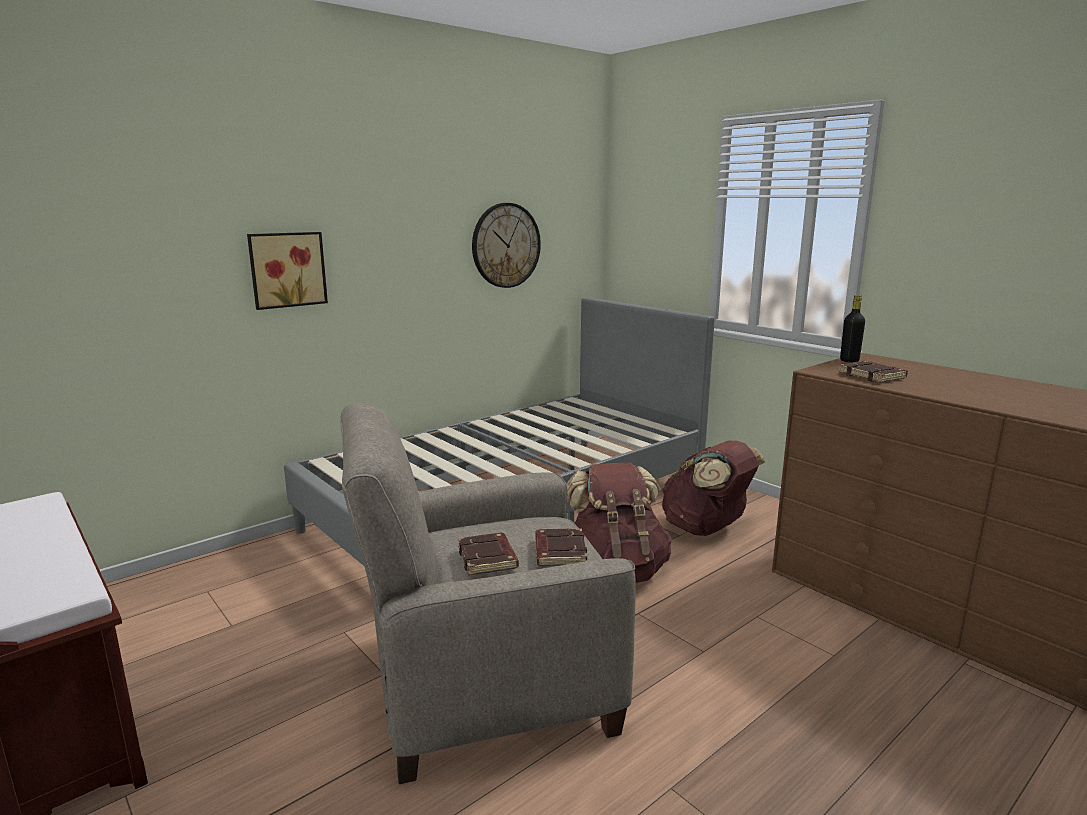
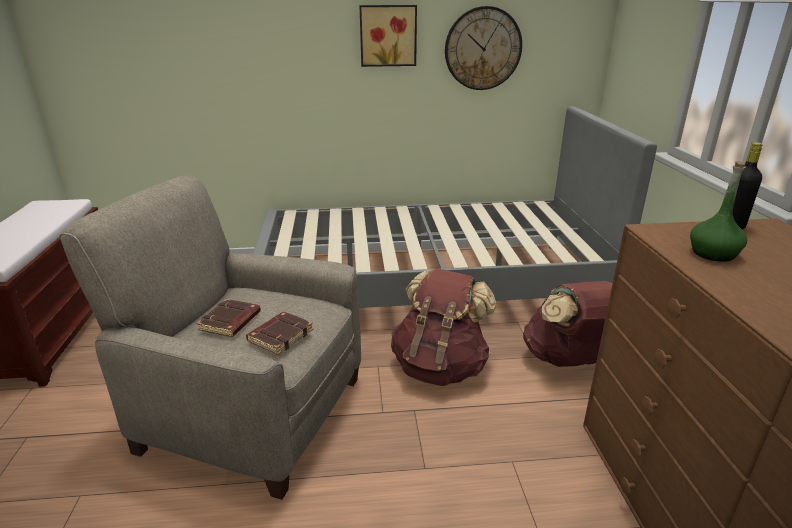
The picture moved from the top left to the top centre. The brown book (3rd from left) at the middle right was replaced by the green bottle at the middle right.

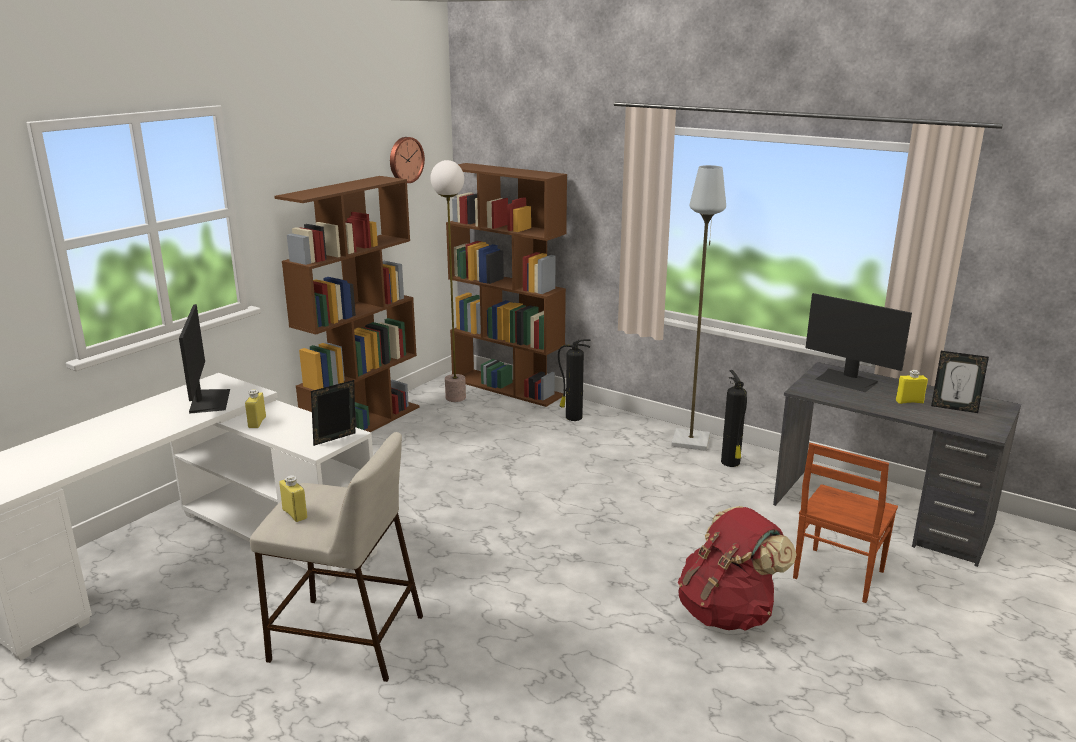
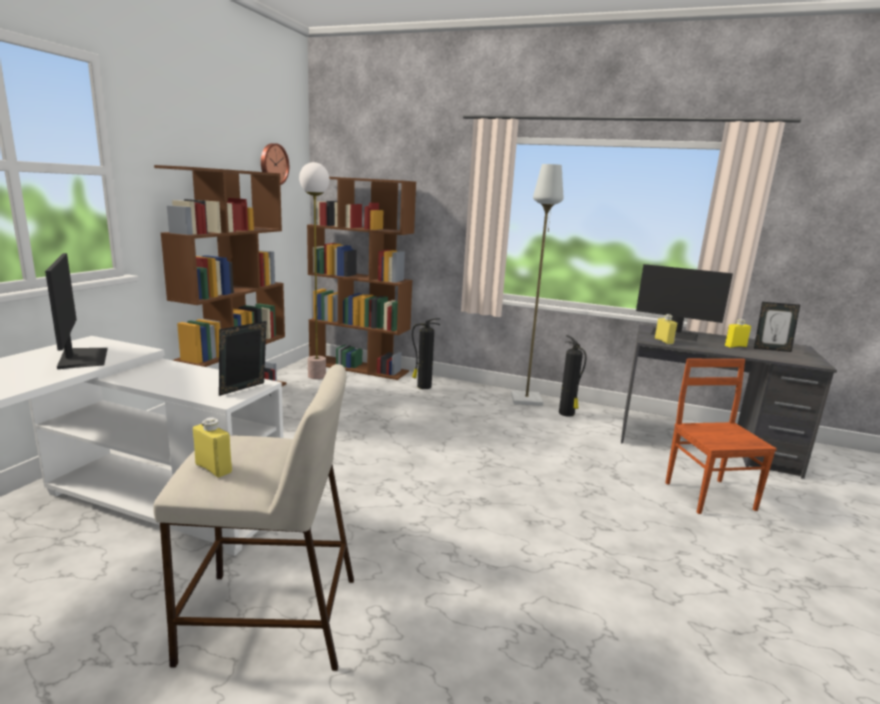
The yellow bottle (1st from left in the first image) moved from the middle left to the middle right. The red backpack at the bottom right disappeared. The brown chair at the bottom right turned 150 degrees clockwise.

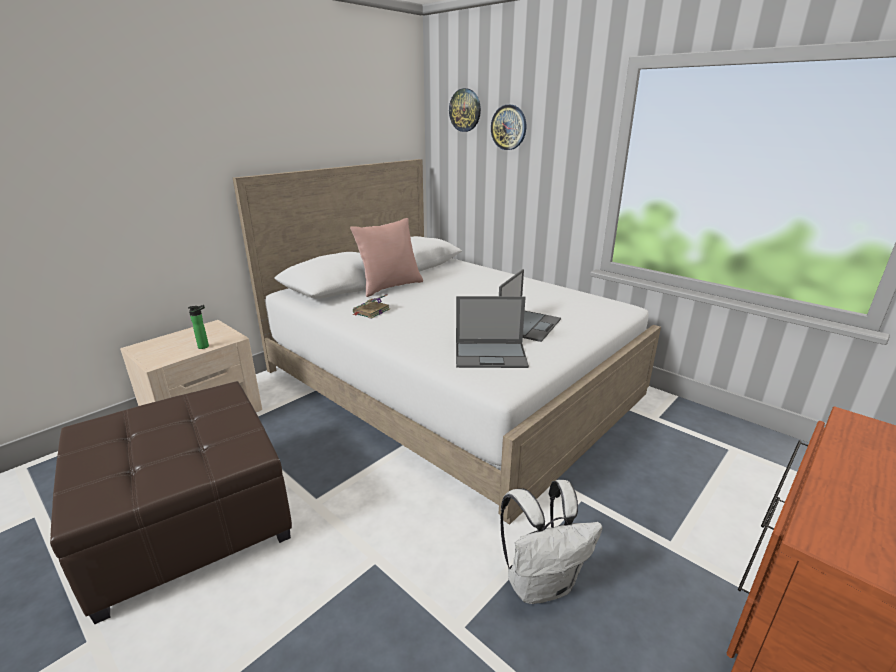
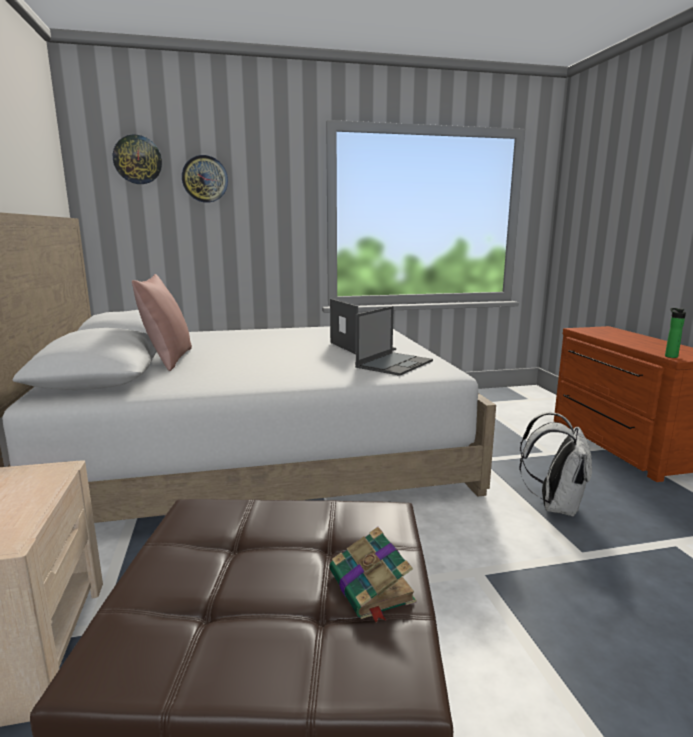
The bottle moved from the middle left to the middle right. The book moved from the centre to the bottom centre.

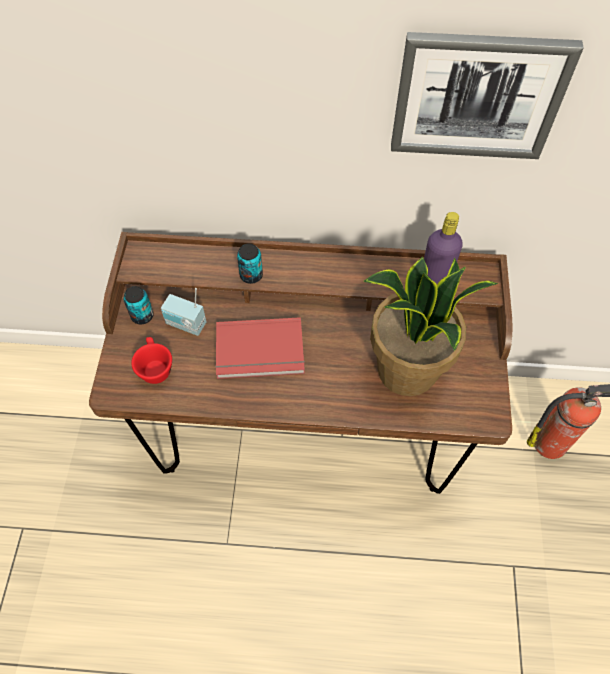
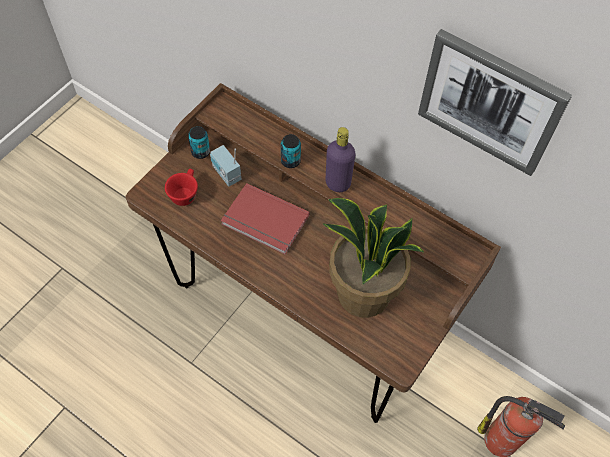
The purple bottle moved from the middle right to the centre.

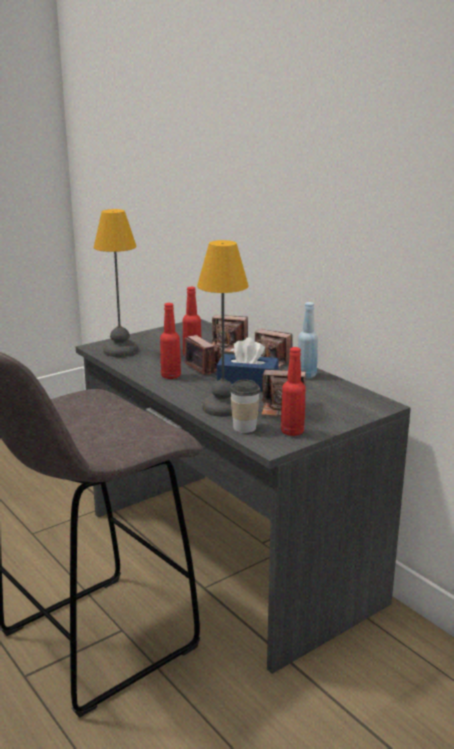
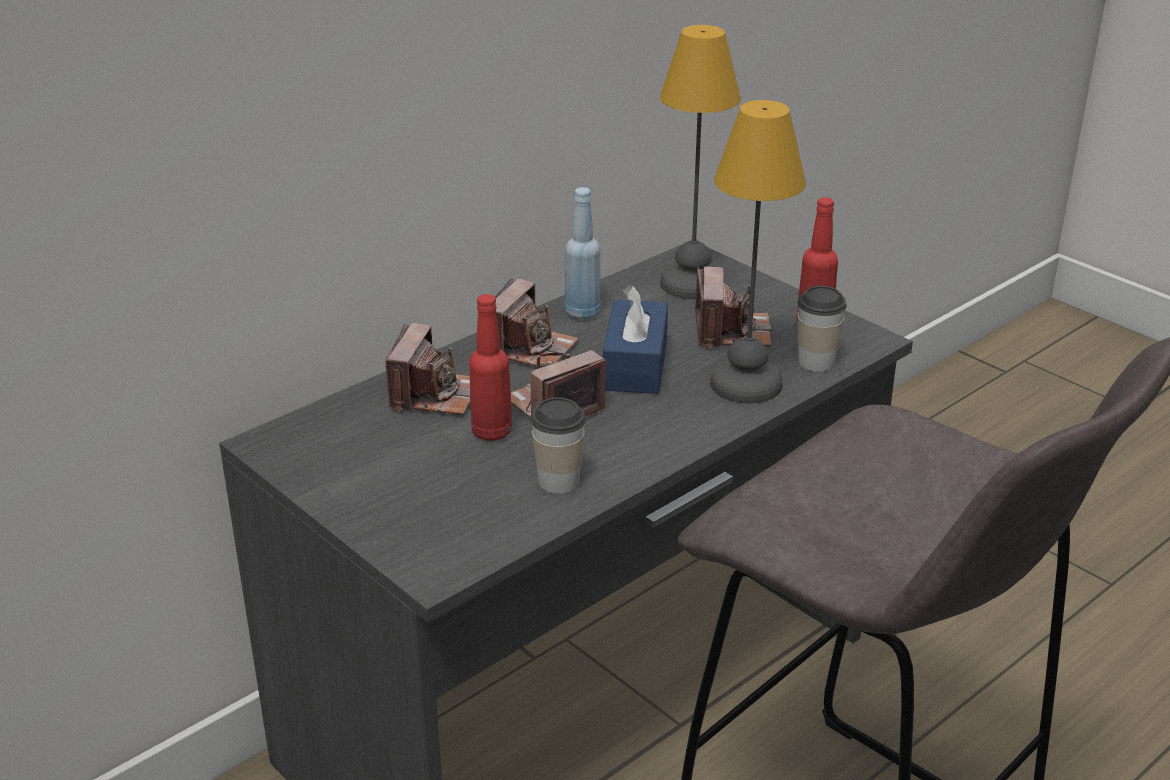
The table lamp (1st from left) moved from the middle left to the top centre. The red bottle (1st from left) at the centre disappeared. The cup (1st from left) at the centre appeared.

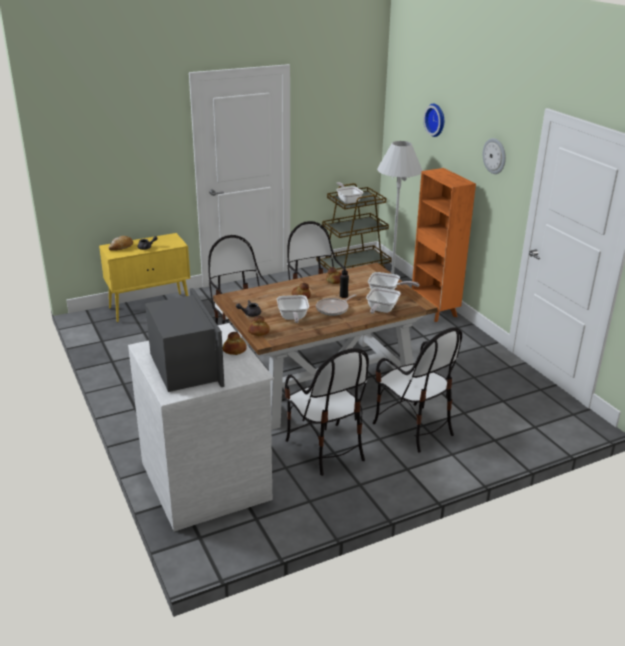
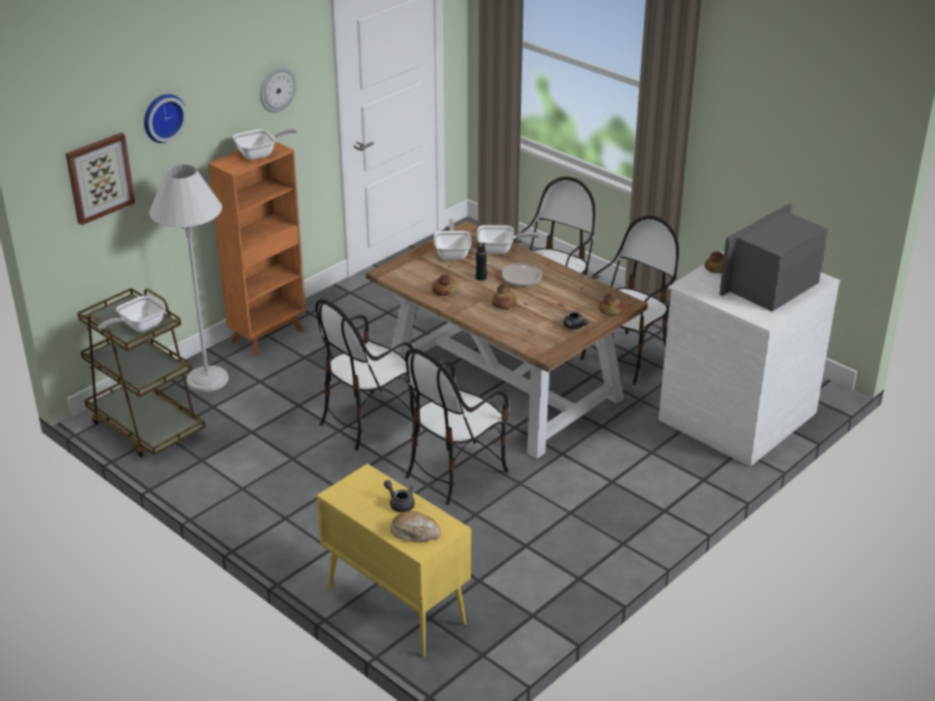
The frying pan (1st from left in the first image) moved from the centre to the top left. The picture at the top left appeared.

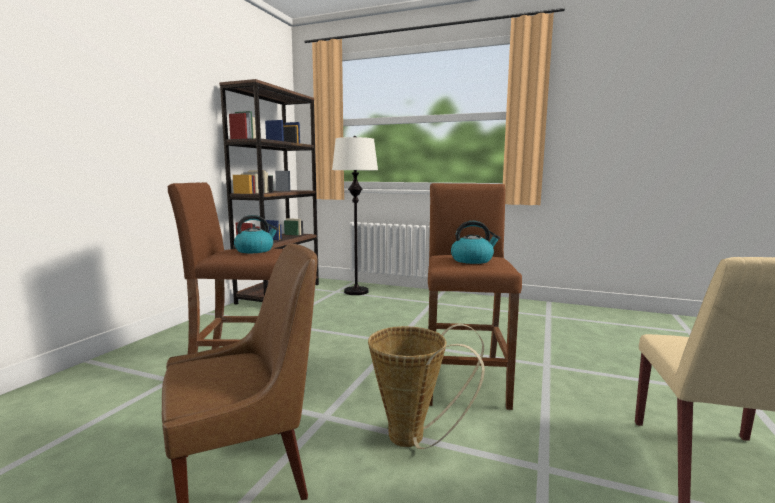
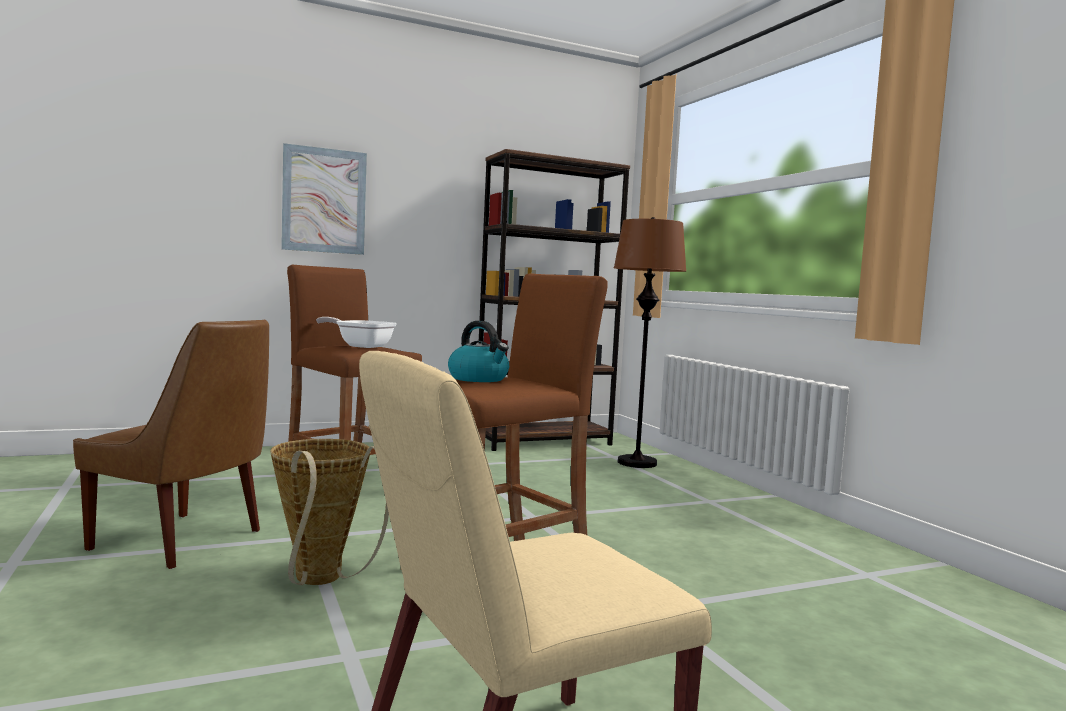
The kettle (1st from left) at the middle left was replaced by the frying pan at the centre. The white floor lamp at the centre became the brown floor lamp at the centre. The picture at the top left appeared.

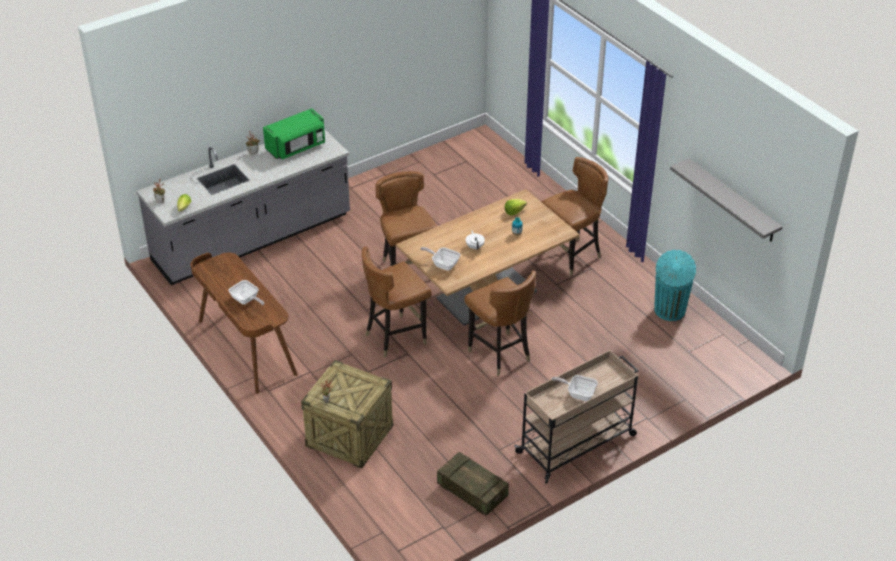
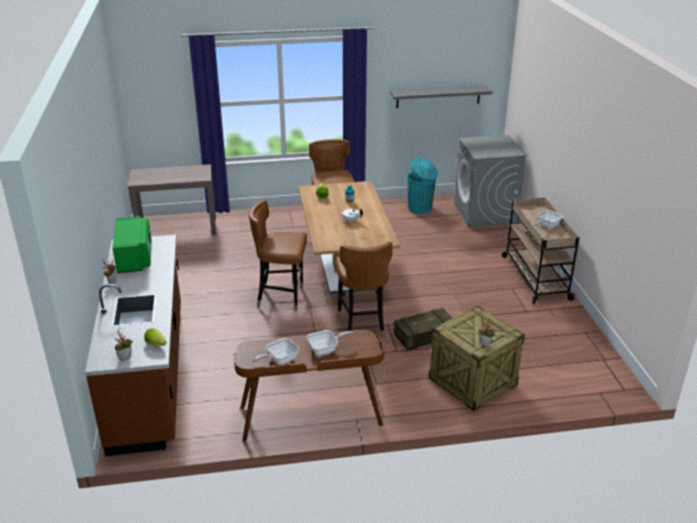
The grey counter at the middle left became the brown counter at the middle left. The frying pan (2nd from left in the first image) moved from the centre to the bottom centre. The crate (2nd from left in the first image) moved from the bottom centre to the centre. The brown chair (3rd from left) at the centre disappeared. The brown console table at the middle left appeared. The grey washing machine at the middle right appeared.

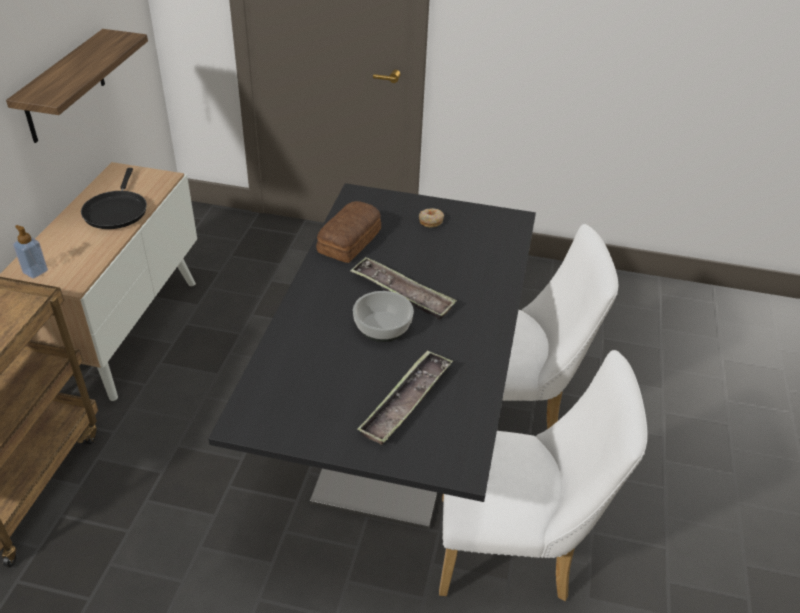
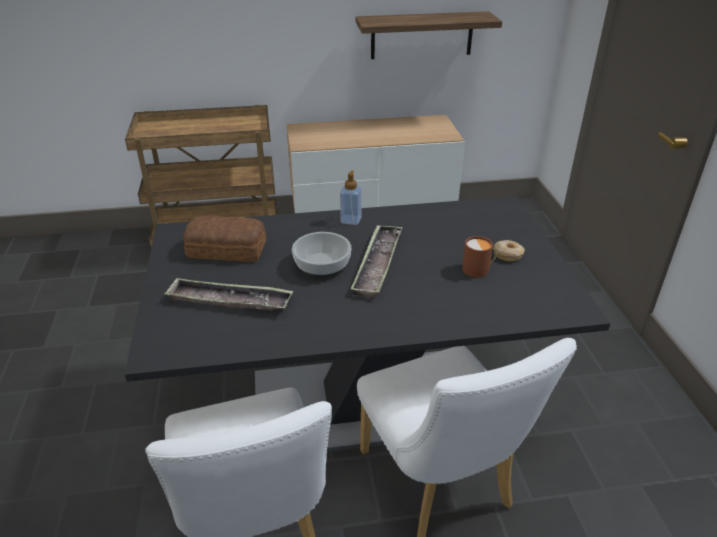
The soap dispenser moved from the middle left to the centre. The black frying pan at the top left disappeared. The bread moved from the centre to the middle left. The brown mug at the middle right appeared.

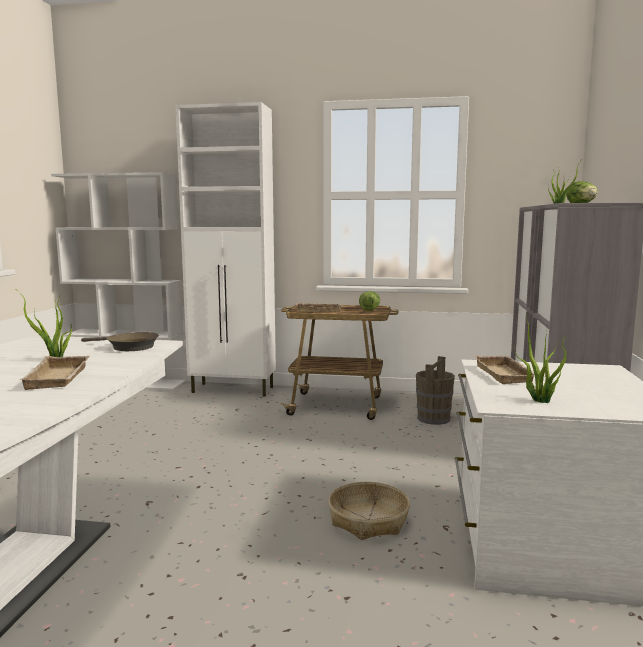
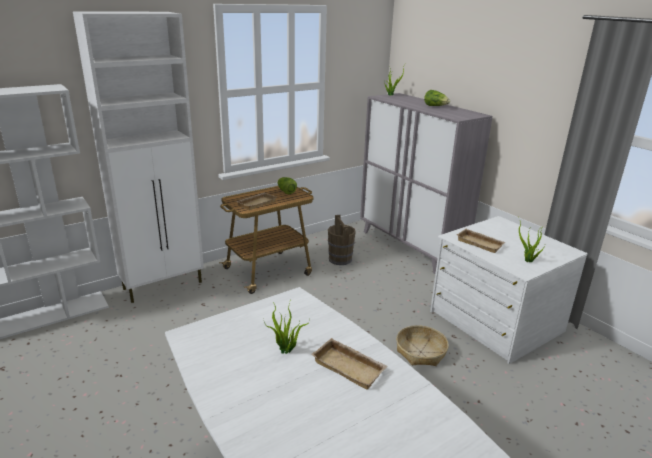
The brown frying pan at the middle left disappeared.

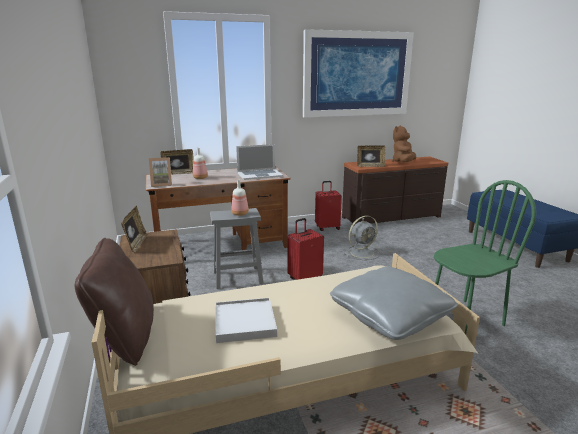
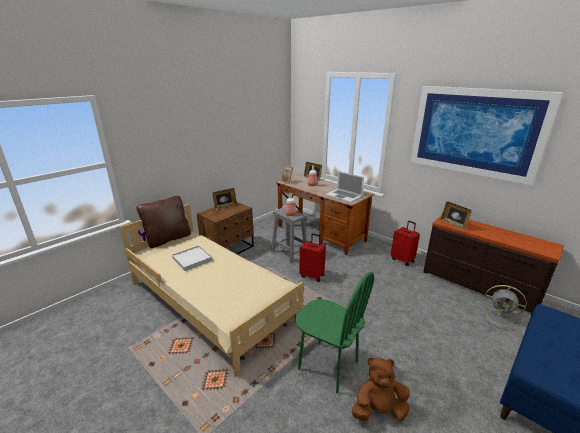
The grey pillow at the bottom right disappeared. The grey fan moved from the centre to the bottom right. The brown plush toy moved from the top right to the bottom centre.

